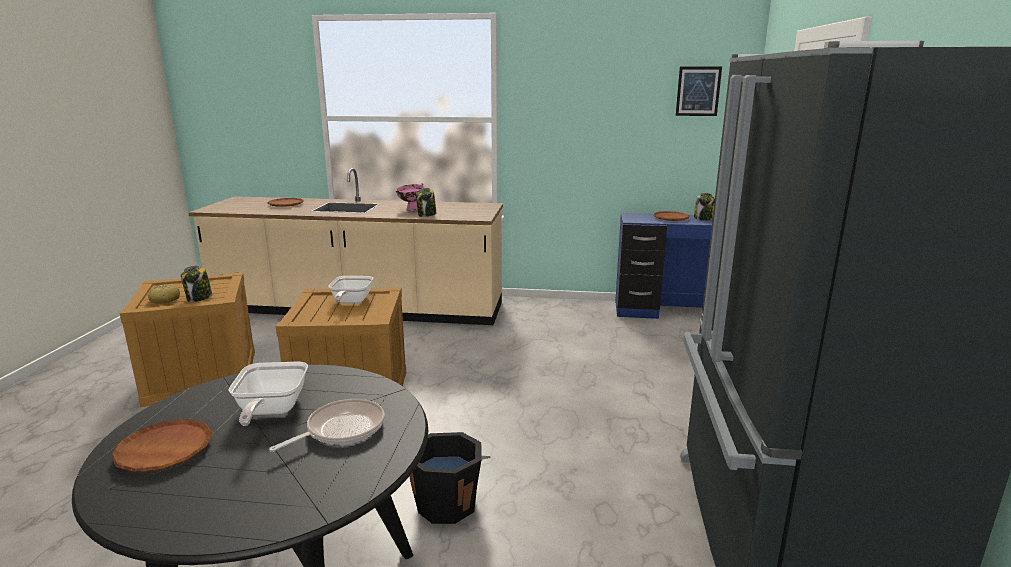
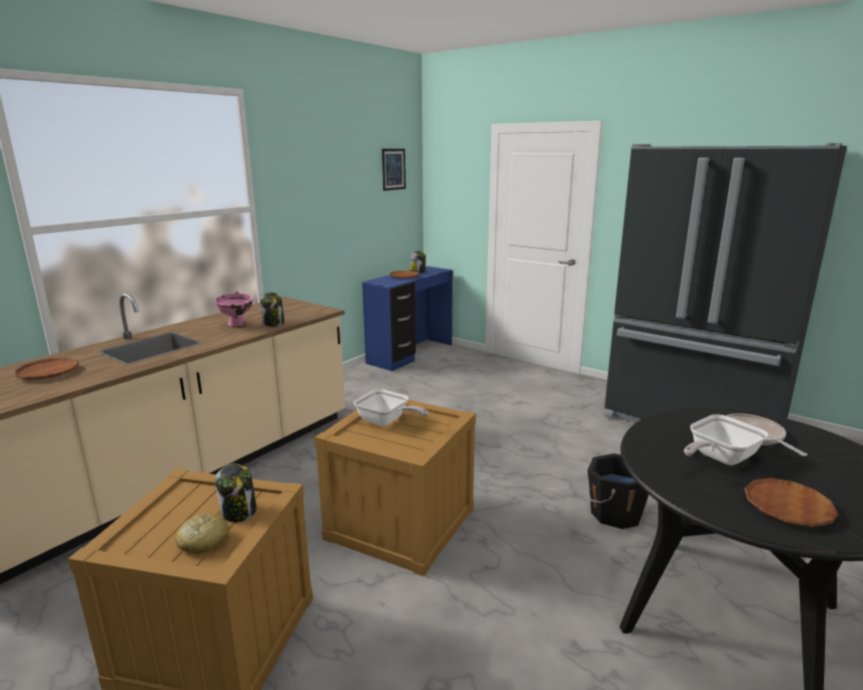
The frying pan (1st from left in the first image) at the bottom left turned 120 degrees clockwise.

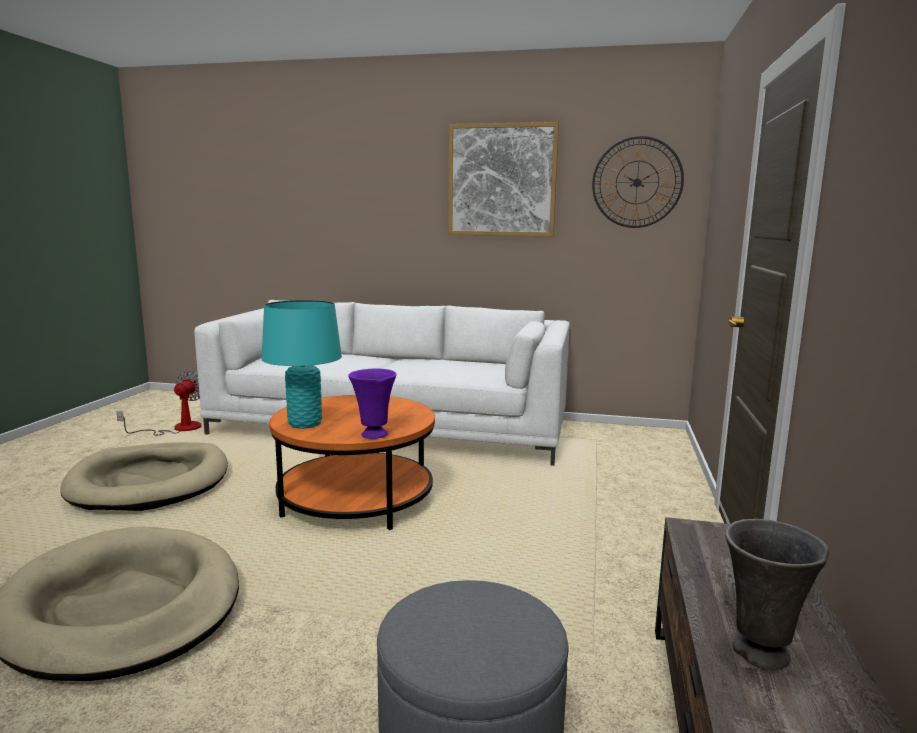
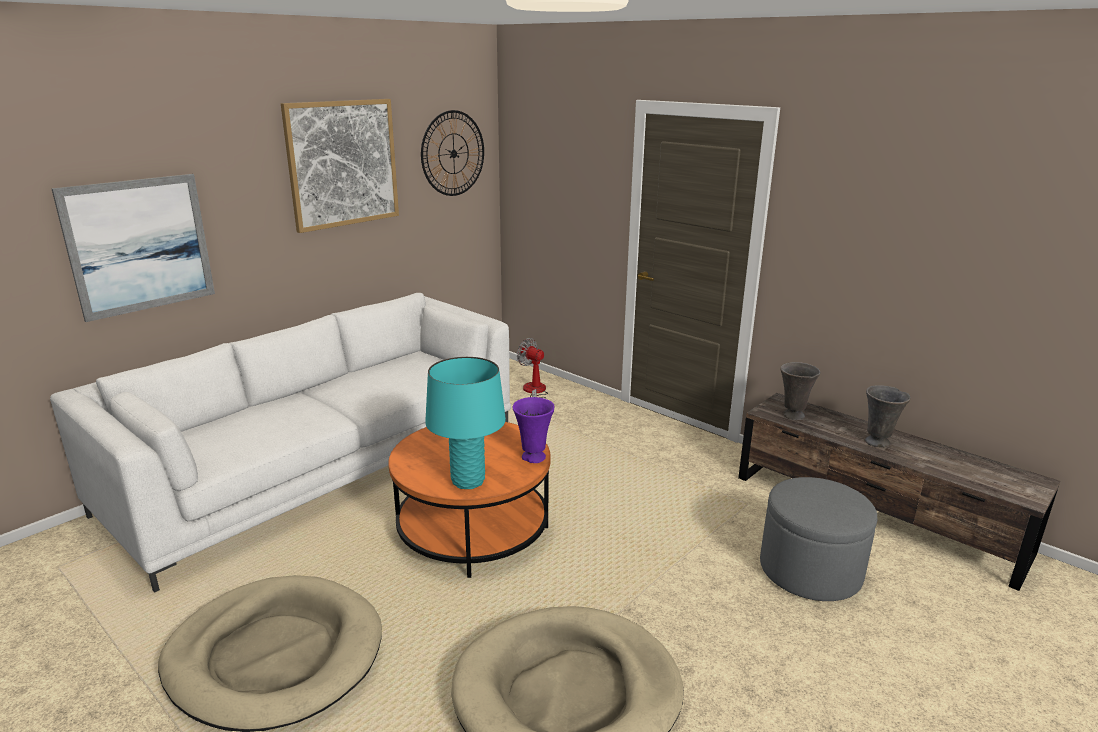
The fan moved from the middle left to the centre. The picture (1st from left) at the middle left appeared. The grey vase (1st from left) at the middle right appeared.

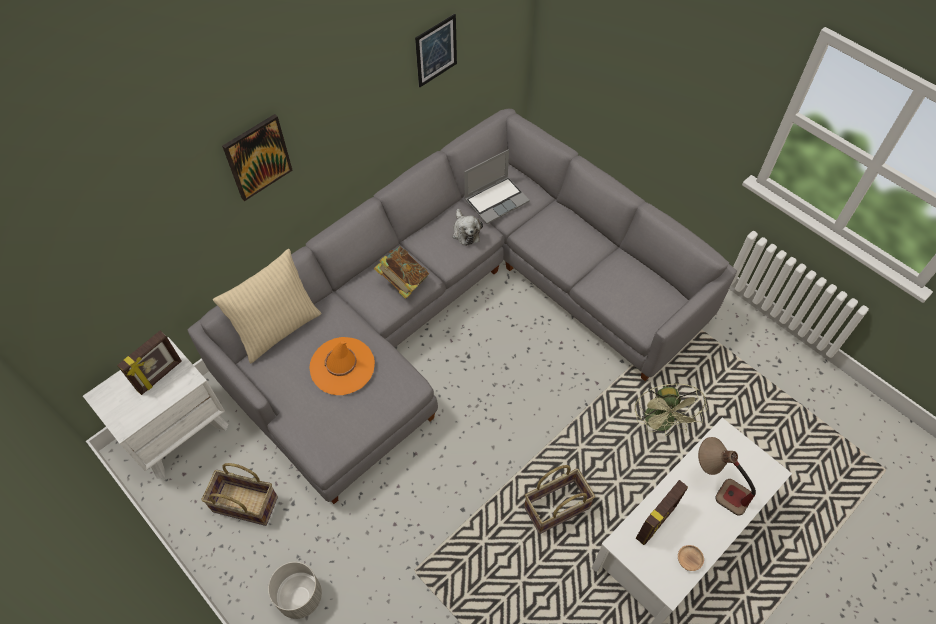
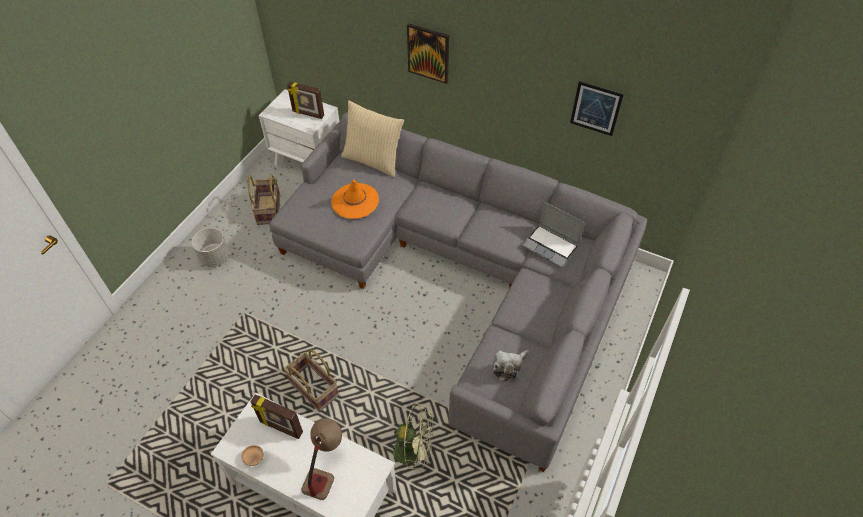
The book at the centre disappeared. The plush toy moved from the centre to the bottom centre. The green fan at the middle right turned 150 degrees counterclockwise.

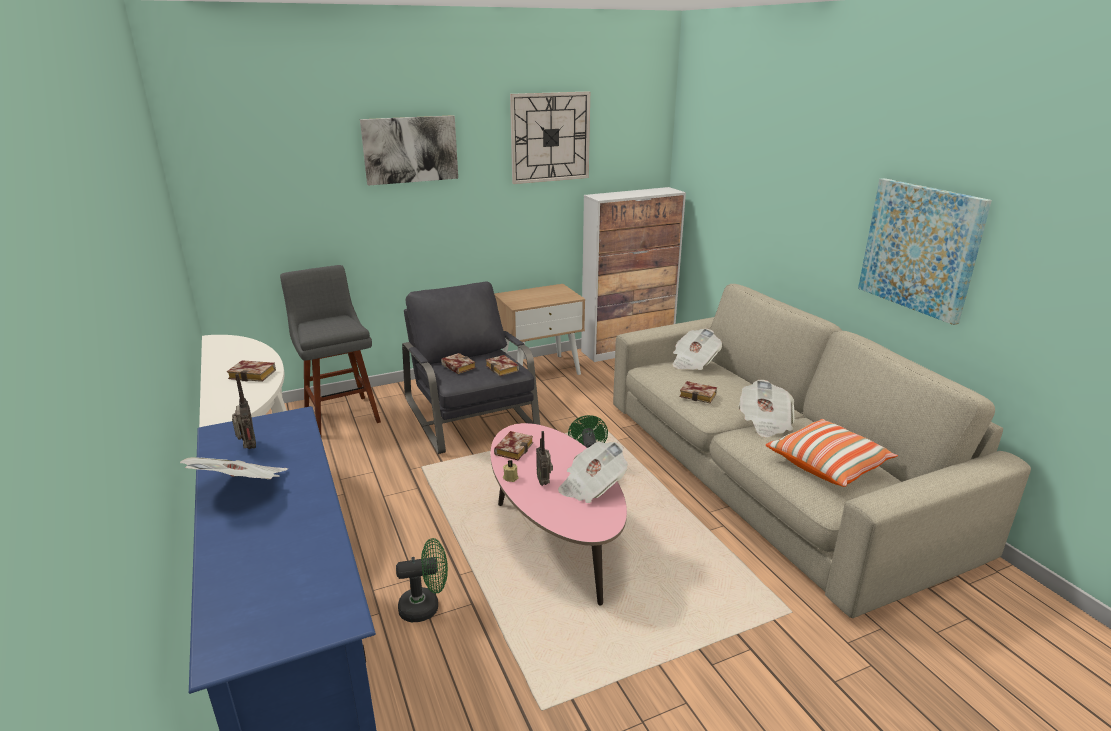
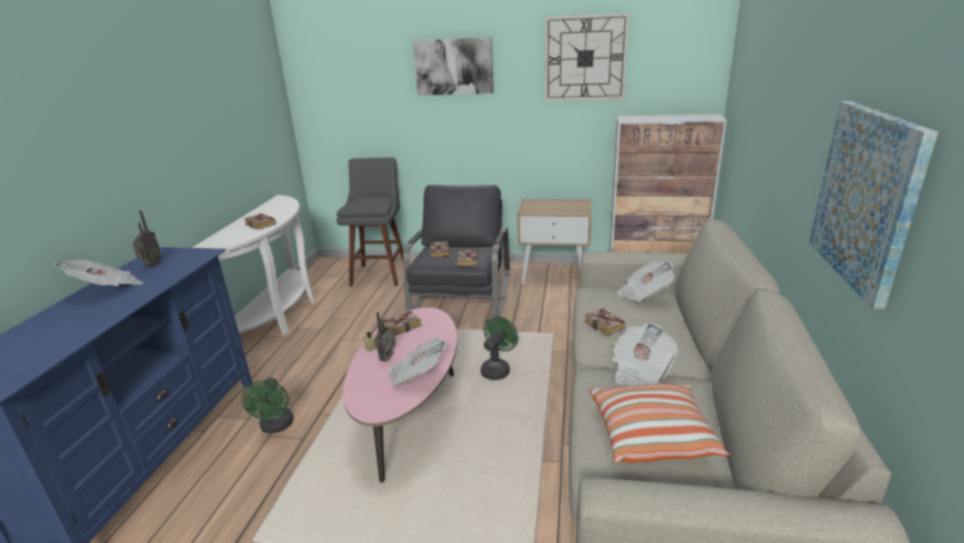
The green fan (1st from left) at the bottom centre turned 60 degrees clockwise.

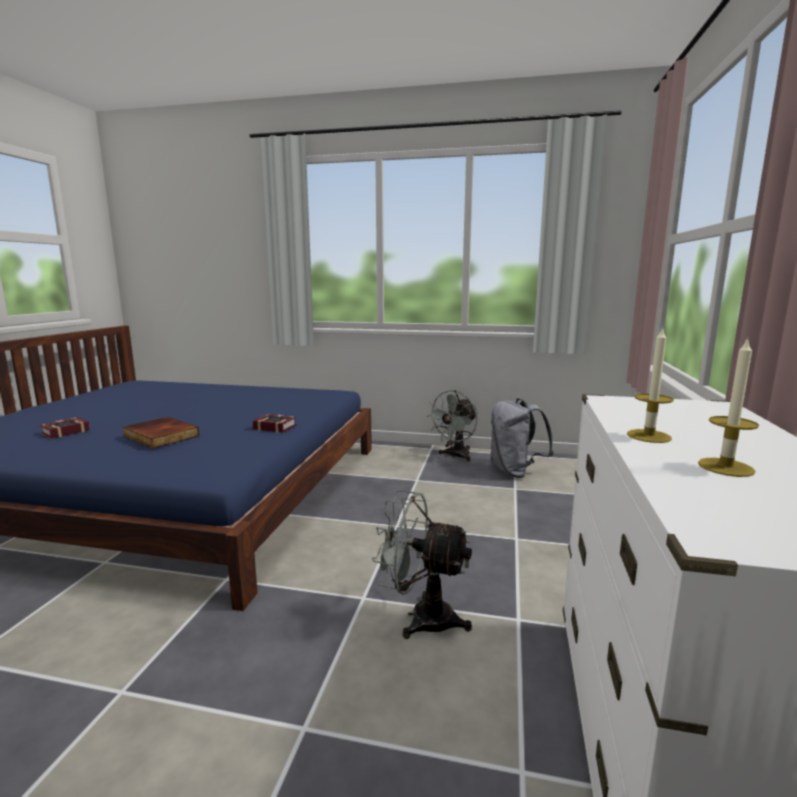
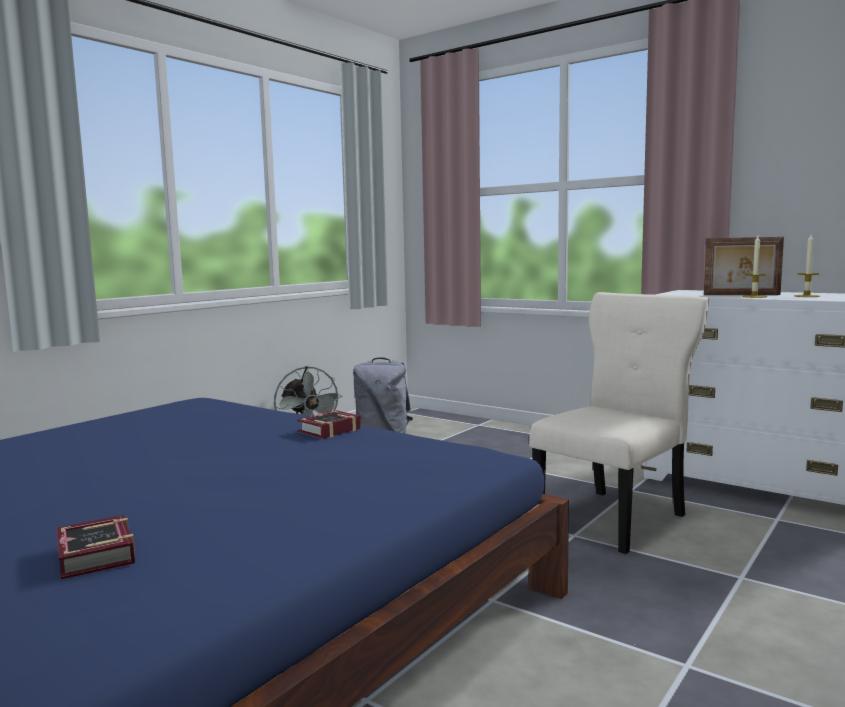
The book (2nd from left) at the middle left disappeared. The grey fan (1st from left) at the bottom centre was replaced by the beige chair at the middle right. The picture frame at the middle right appeared.

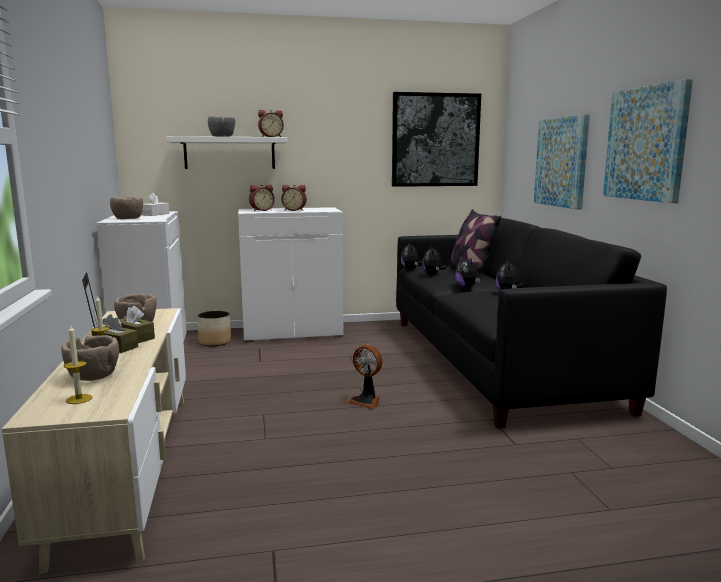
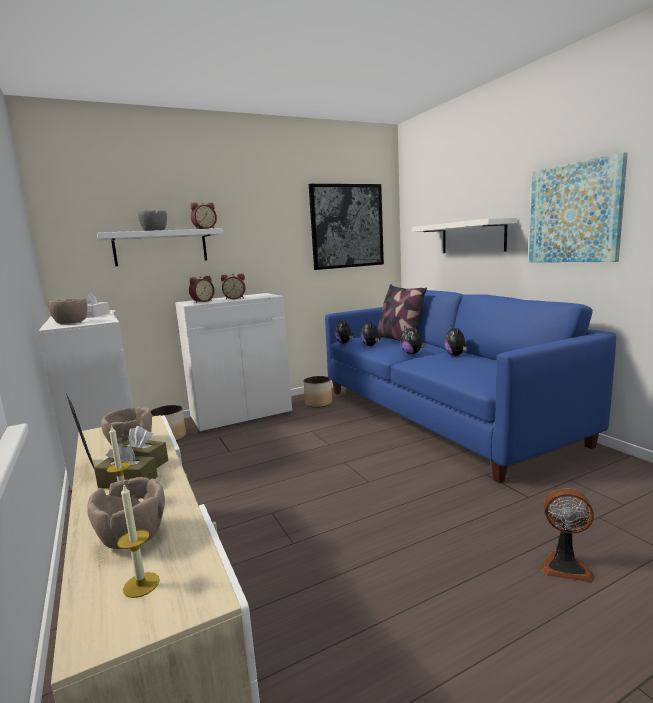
The fan moved from the centre to the bottom right. The black sofa at the middle right became the blue sofa at the middle right. The picture (2nd from left) at the top right was replaced by the white shelf (2nd from left) at the middle right. The planter (2nd from left) at the centre appeared.

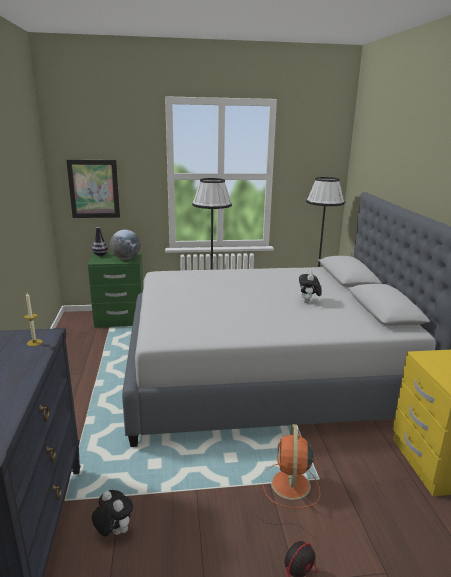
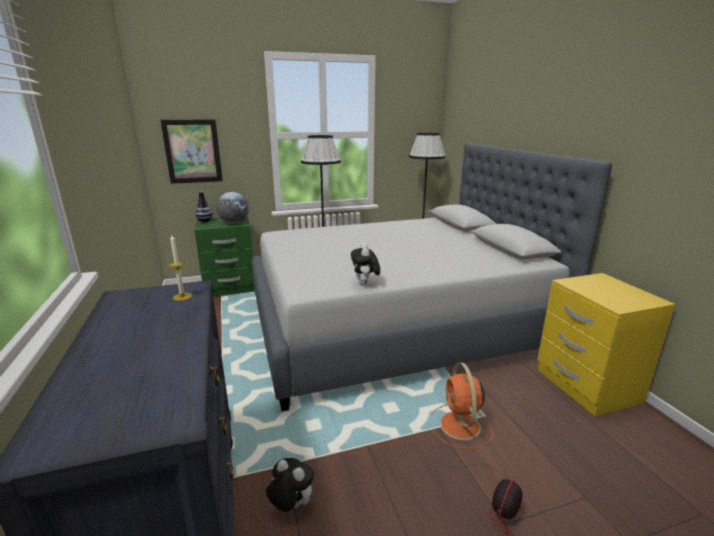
The plush toy (2nd from left) moved from the middle right to the centre.

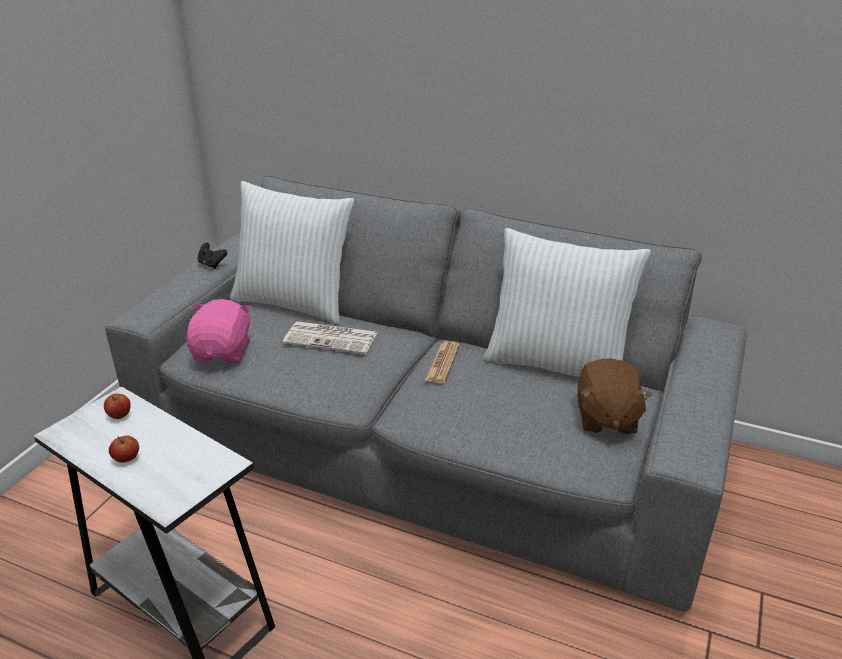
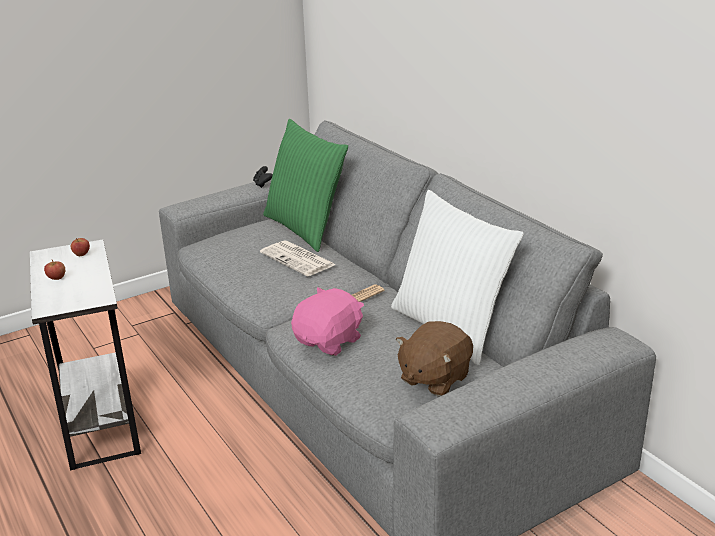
The pink plush toy moved from the middle left to the centre. The white pillow (1st from left) at the centre became the green pillow at the centre.

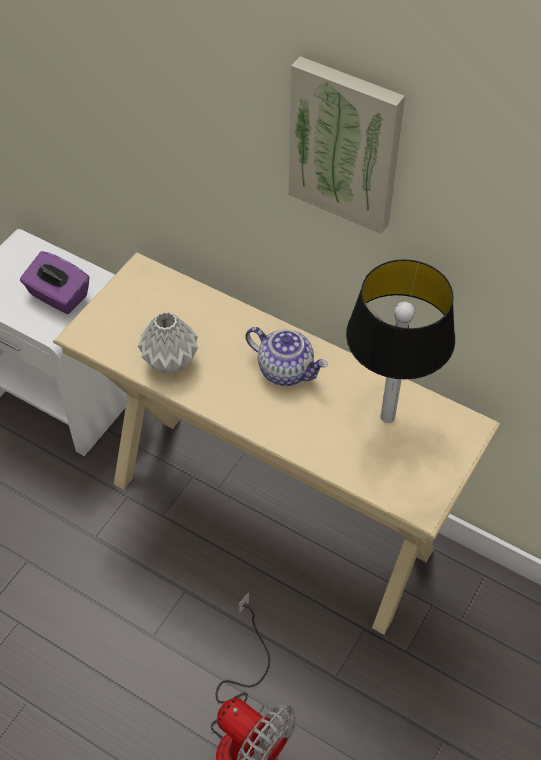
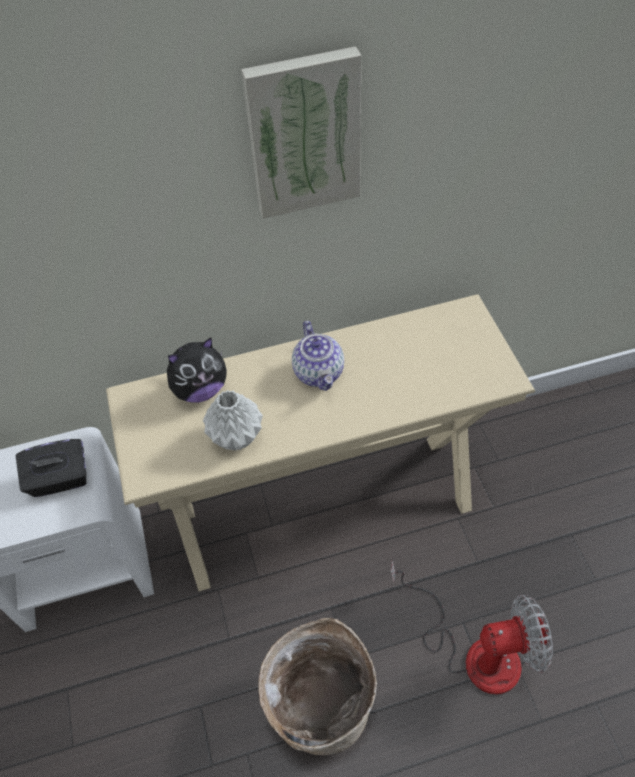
The purple tissue box at the middle left became the black tissue box at the middle left. The teapot at the centre turned 90 degrees clockwise. The table lamp at the middle right disappeared. The plush toy at the middle left appeared. The basket at the bottom centre appeared.

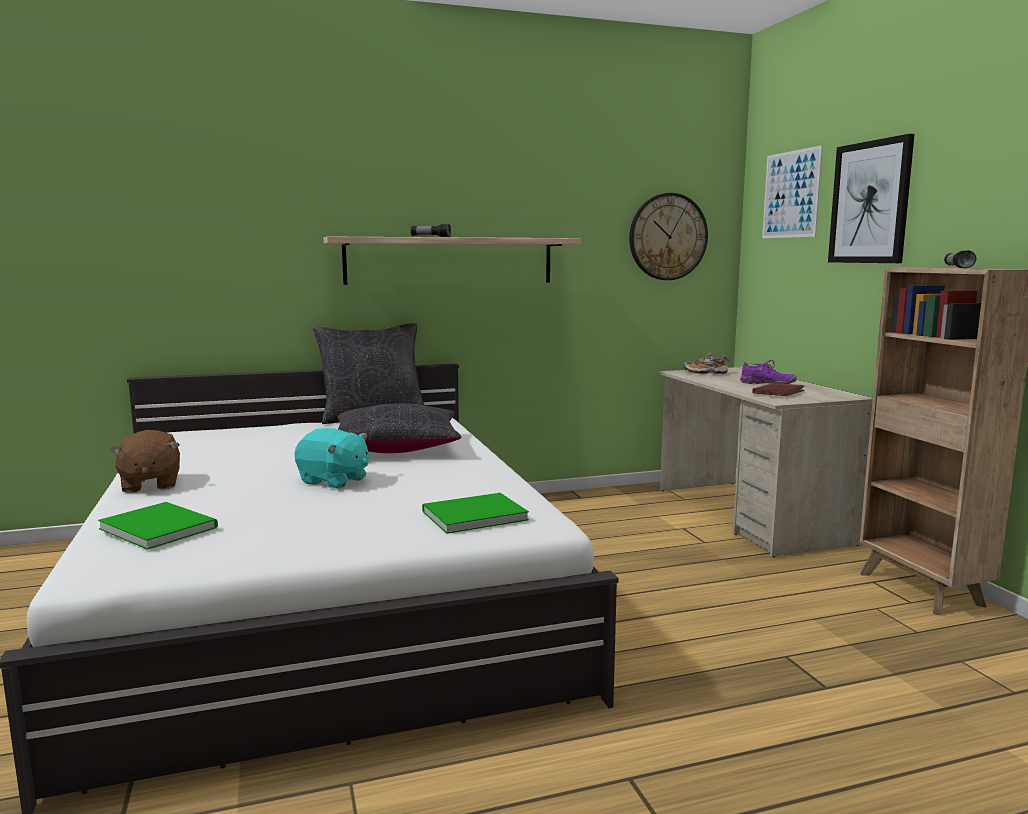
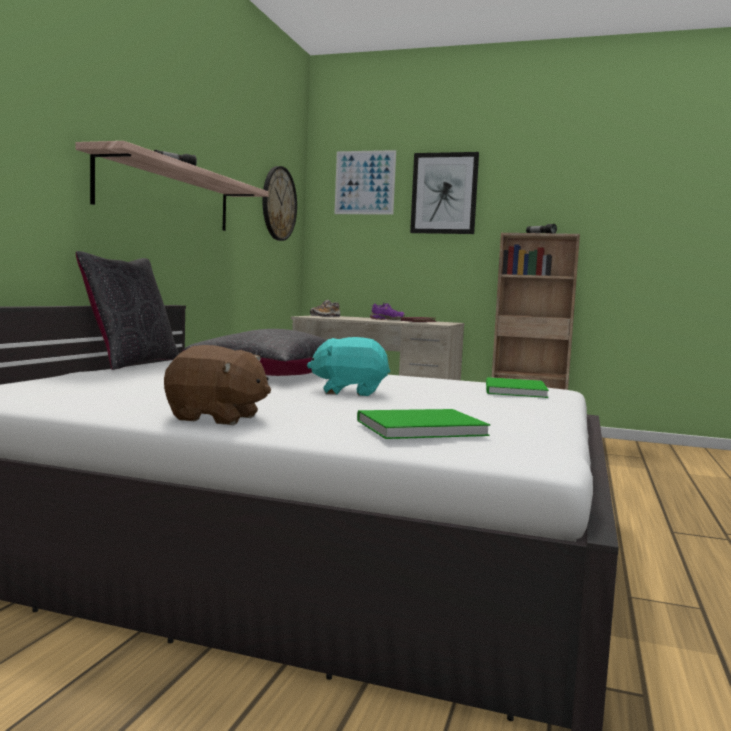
The turquoise plush toy at the middle left turned 150 degrees counterclockwise.

